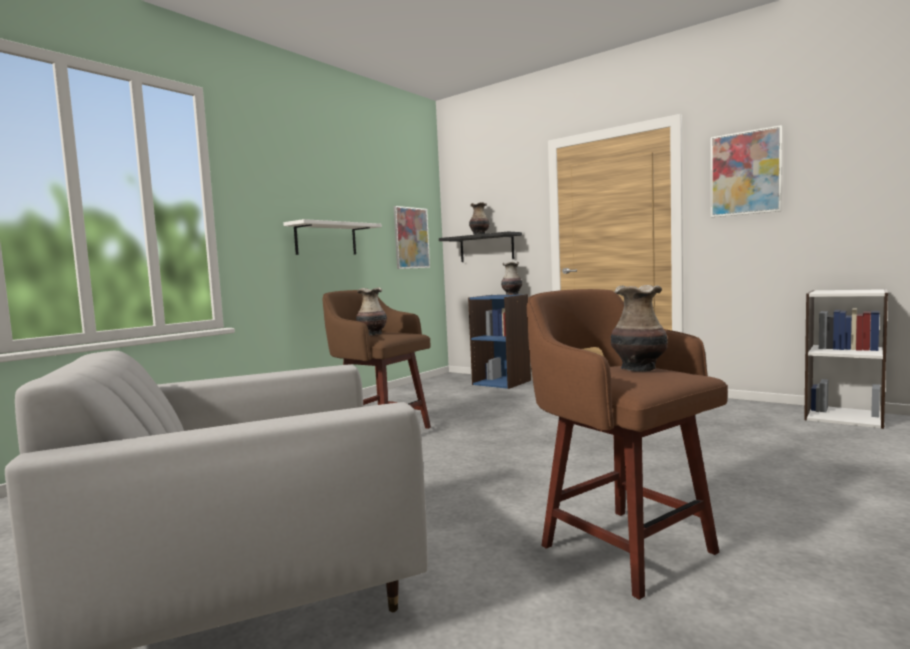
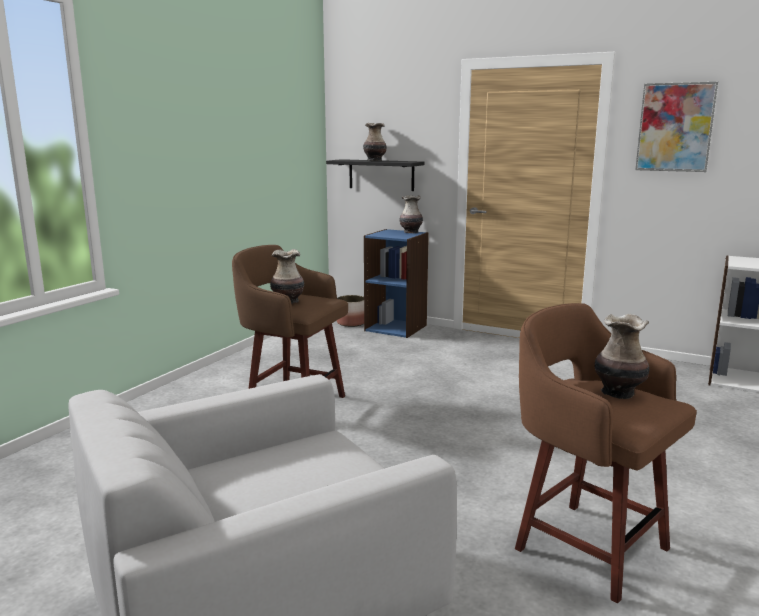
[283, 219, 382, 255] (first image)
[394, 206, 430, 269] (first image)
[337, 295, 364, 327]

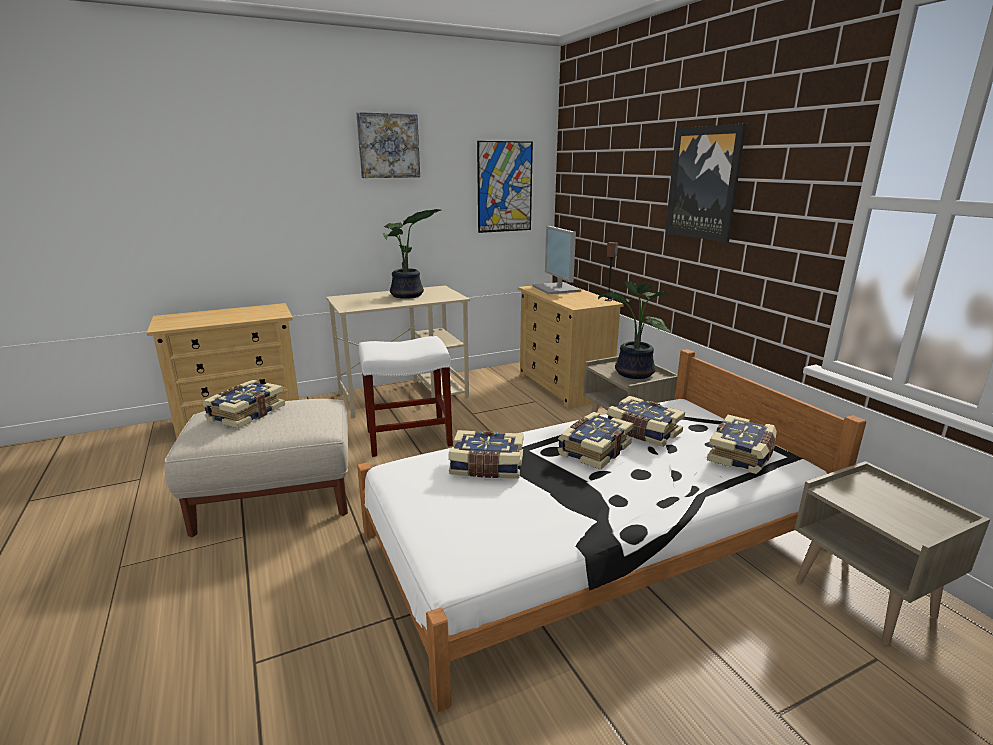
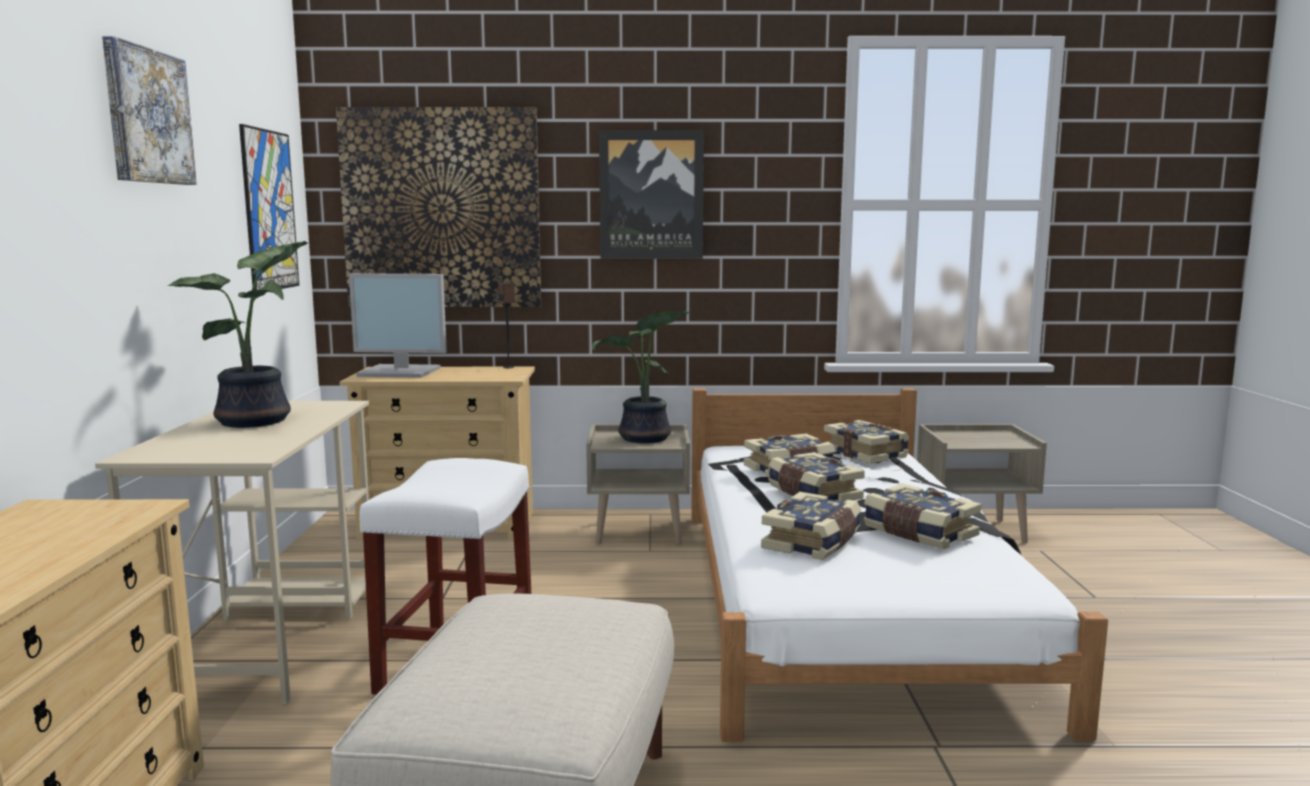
[863, 484, 981, 549]
[336, 107, 541, 307]

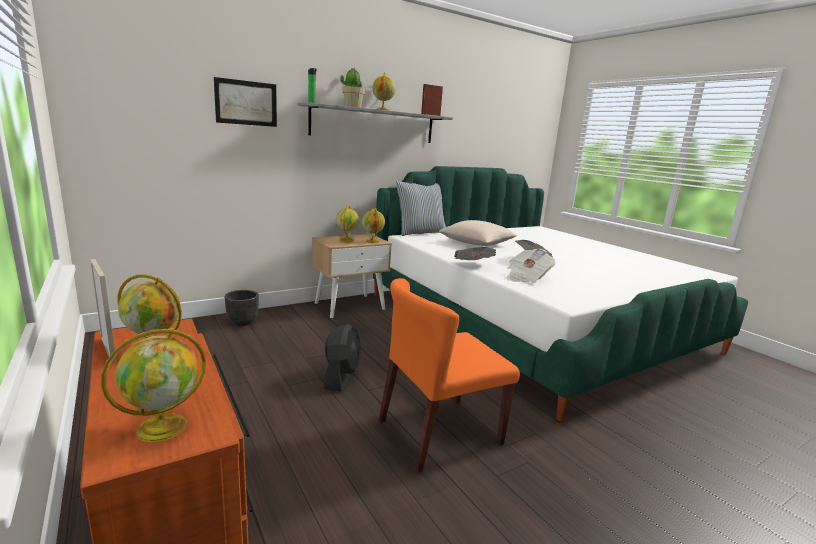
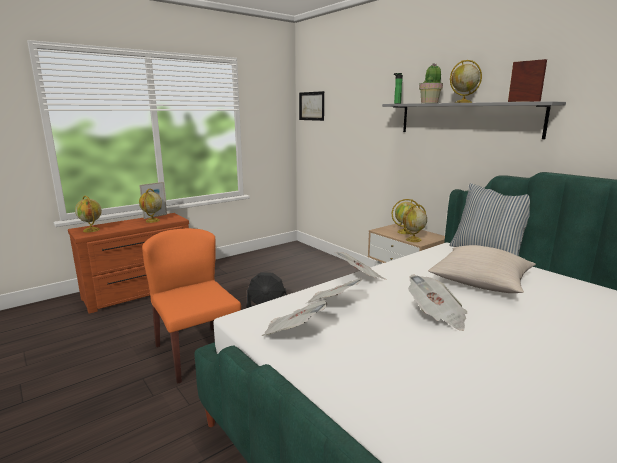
[299, 91, 324, 121]
[225, 290, 259, 326] (first image)
[262, 299, 327, 336]

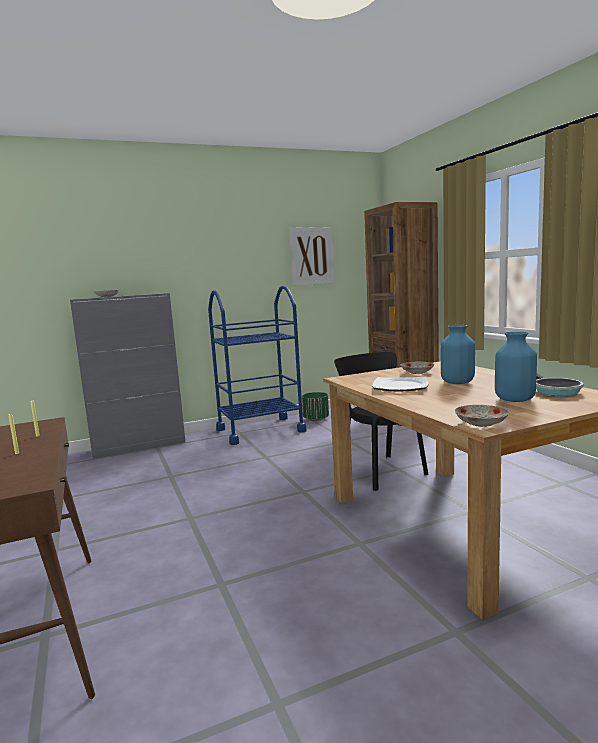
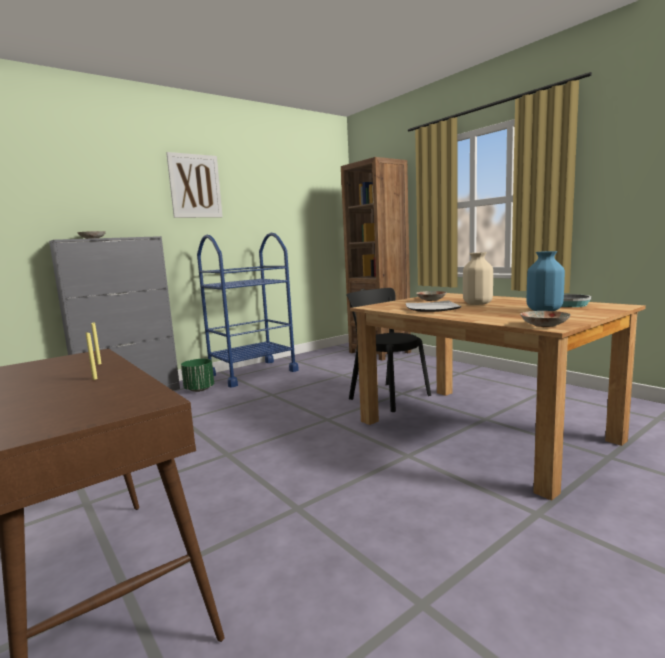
[166, 152, 223, 218]
[181, 359, 214, 392]
[463, 252, 493, 305]

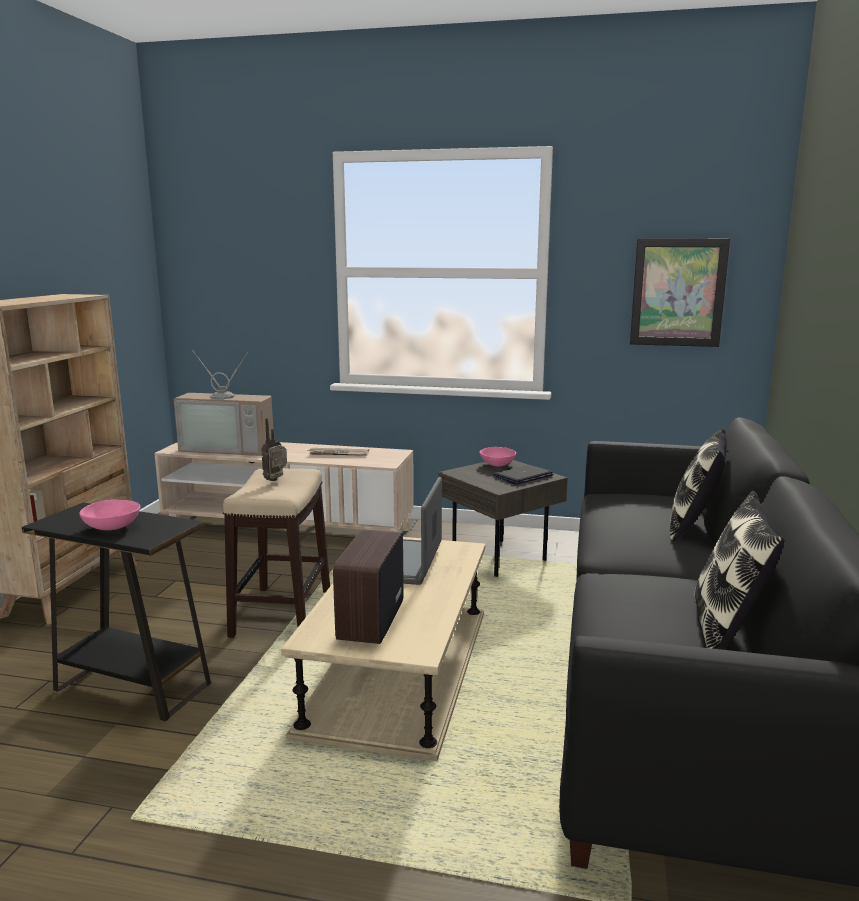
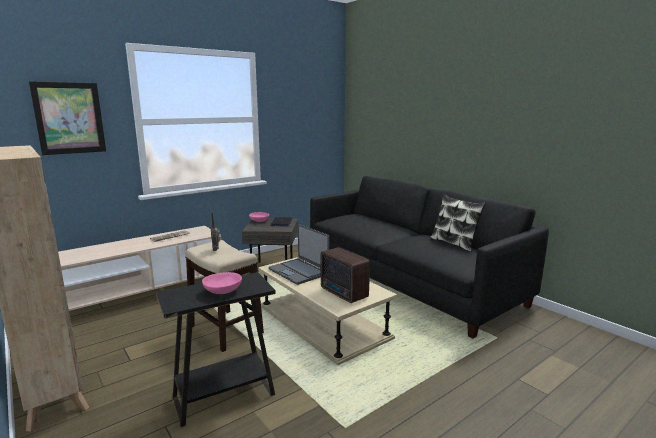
[174, 351, 273, 456] (first image)
[29, 81, 106, 155]
[670, 428, 726, 541] (first image)

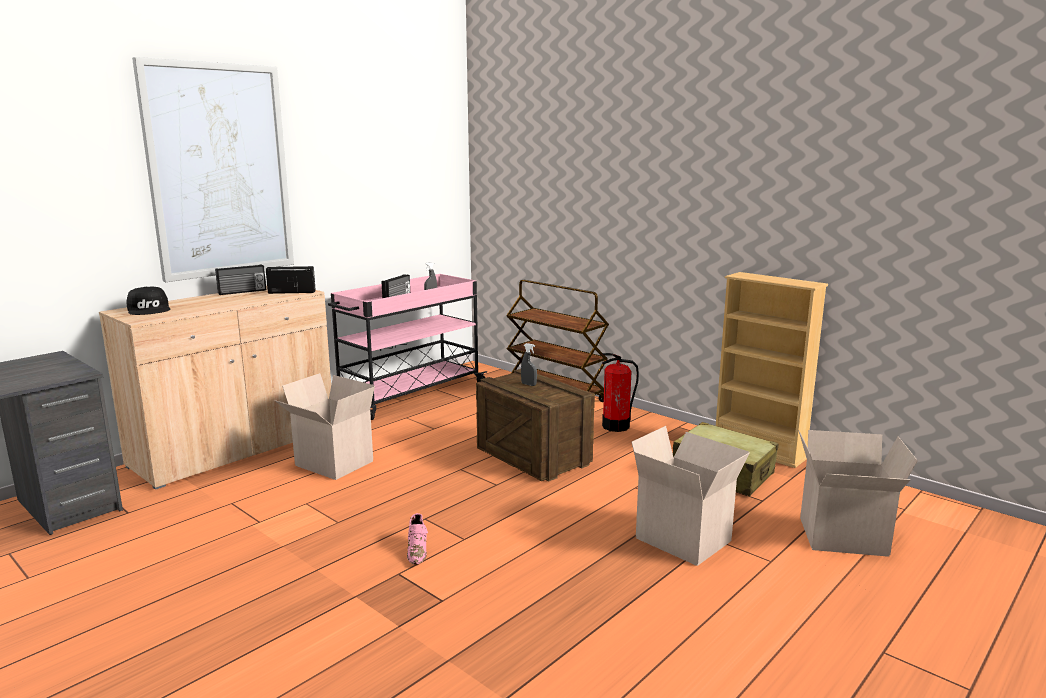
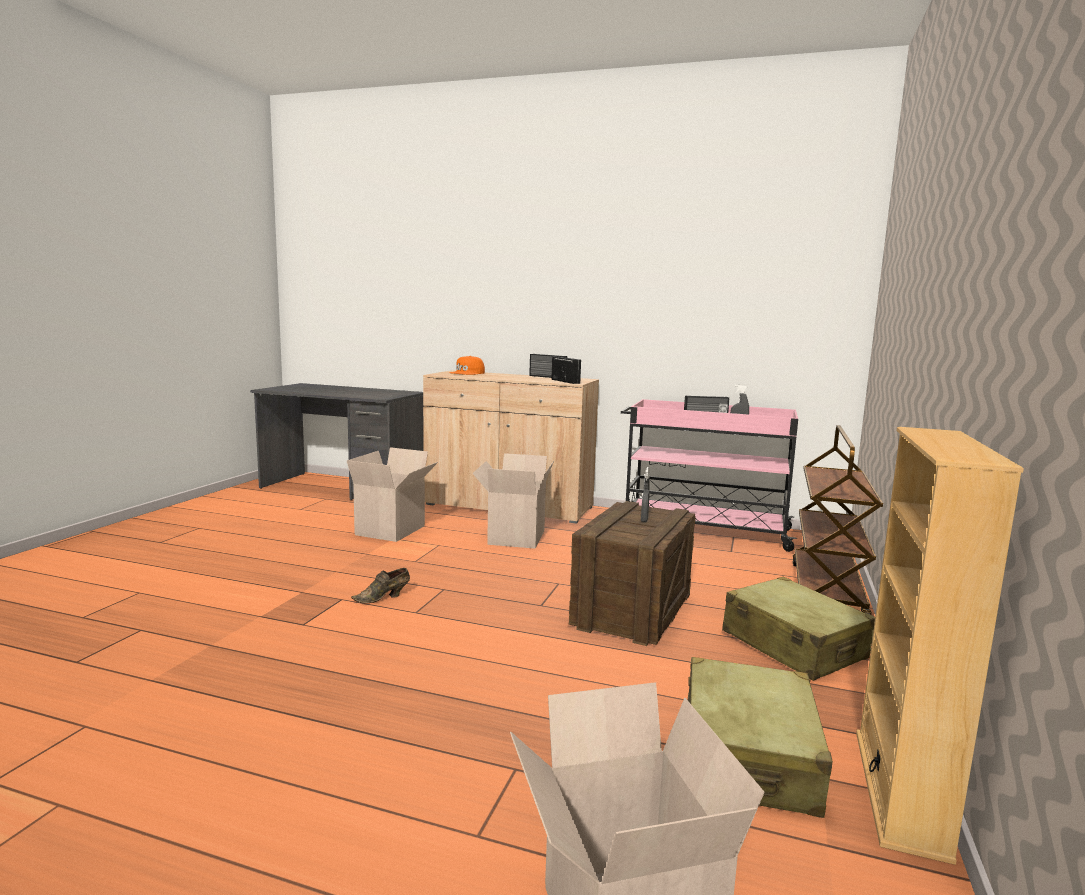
[449, 356, 485, 375]
[132, 57, 294, 282] (first image)
[351, 568, 410, 603]
[722, 576, 875, 681]
[347, 447, 438, 542]

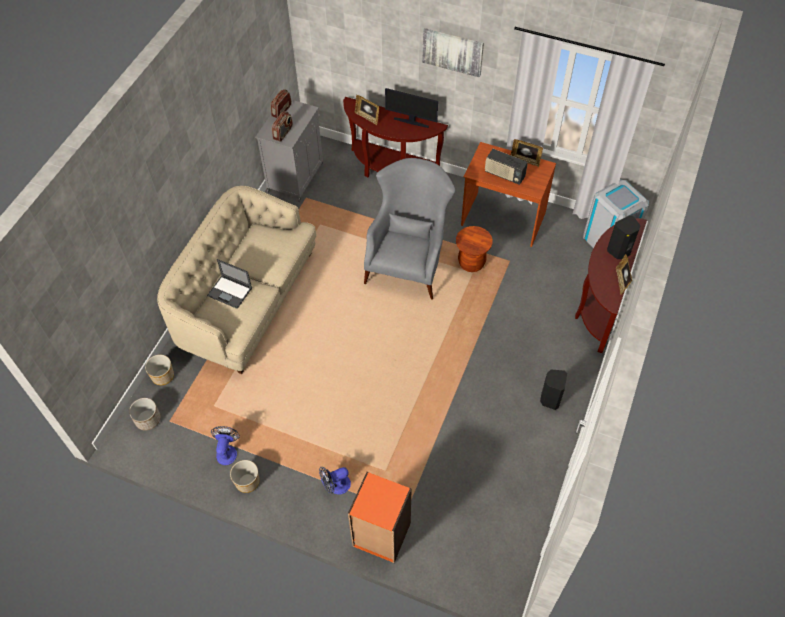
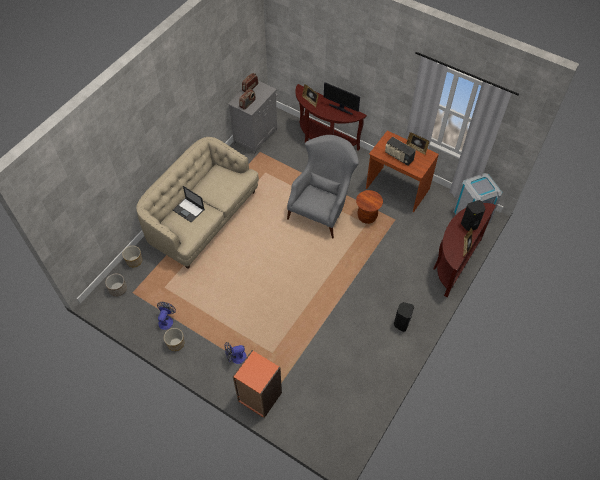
[422, 28, 484, 77] (first image)

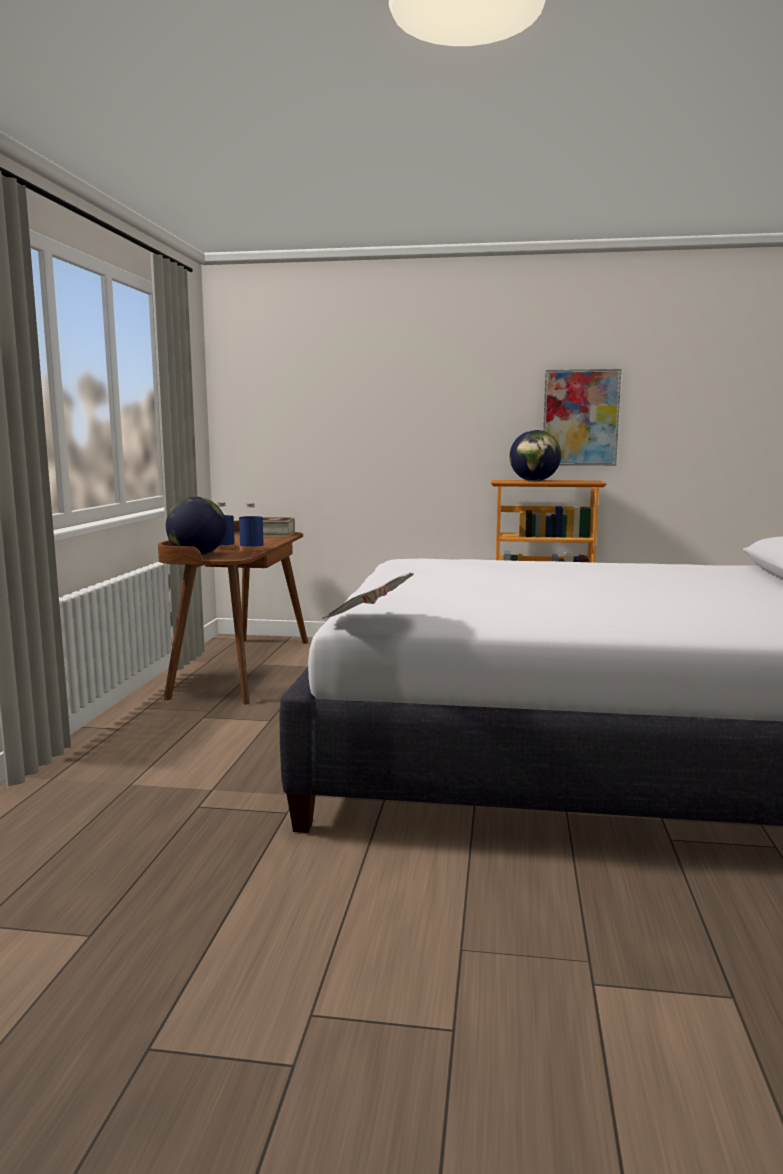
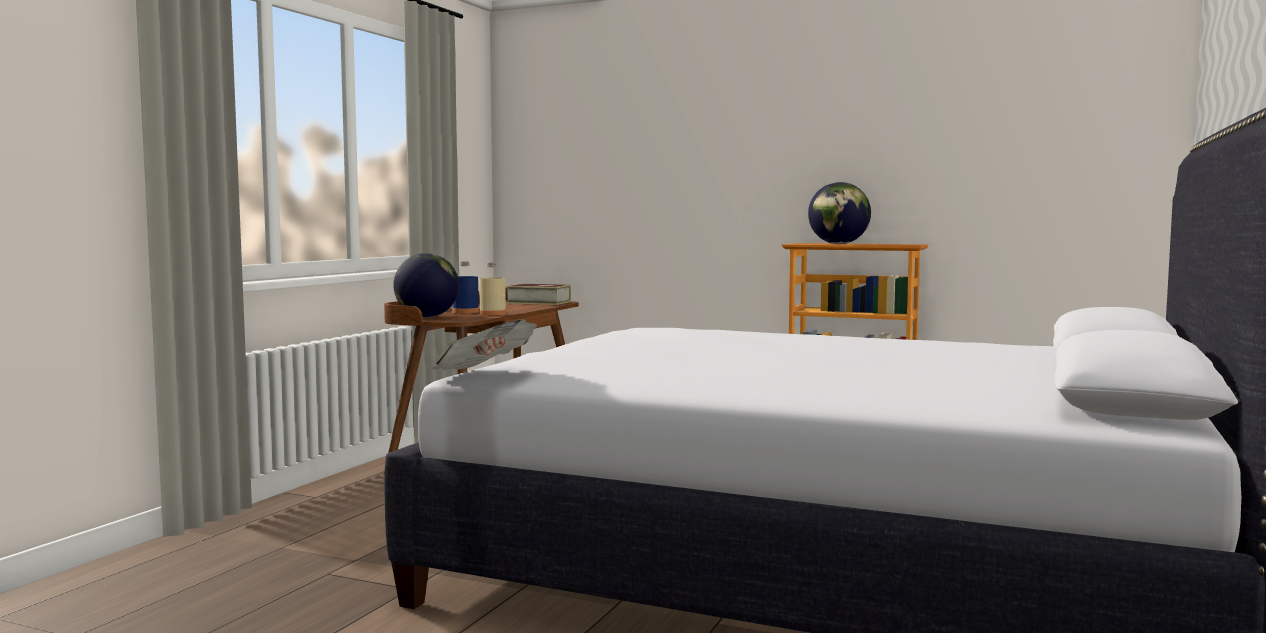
[479, 262, 506, 316]
[543, 369, 621, 466] (first image)

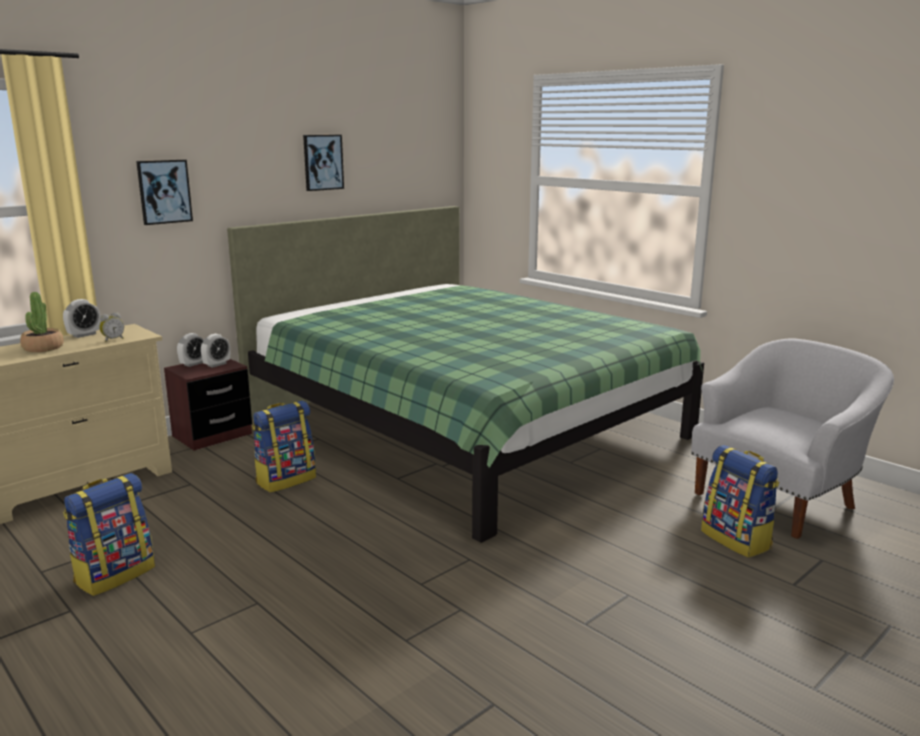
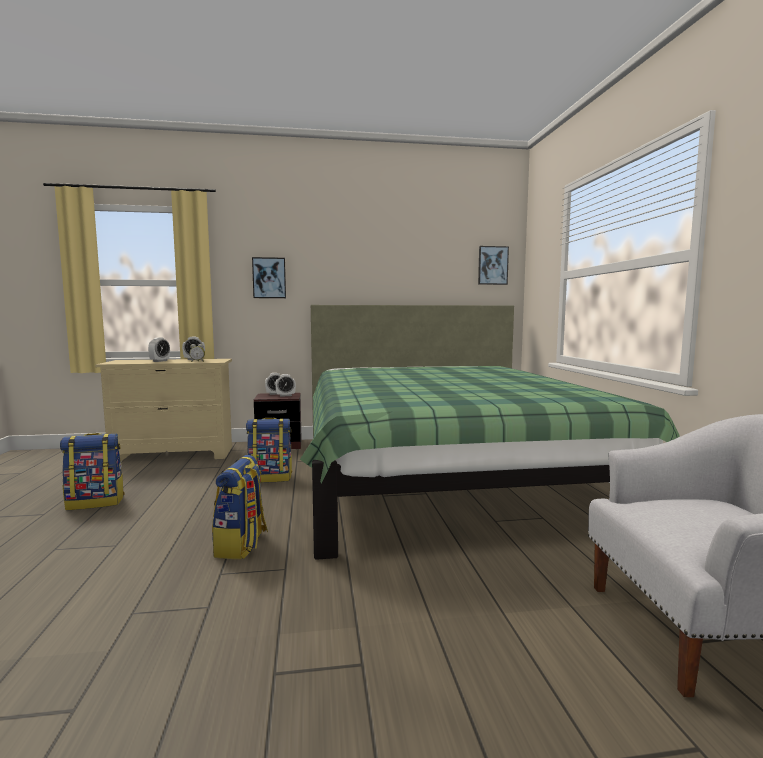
[148, 337, 170, 362]
[478, 246, 509, 285]
[212, 455, 268, 559]

